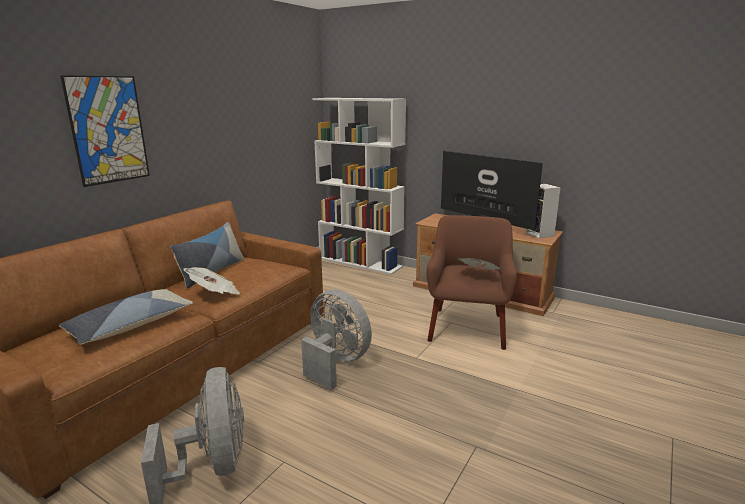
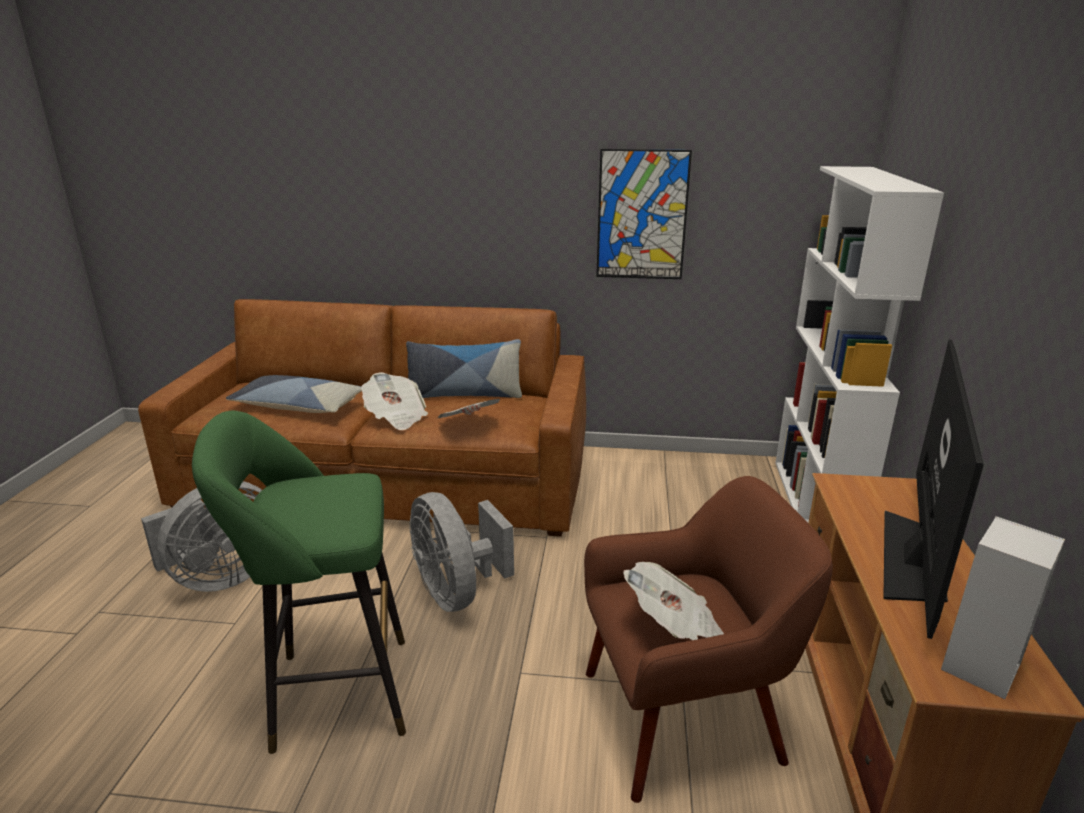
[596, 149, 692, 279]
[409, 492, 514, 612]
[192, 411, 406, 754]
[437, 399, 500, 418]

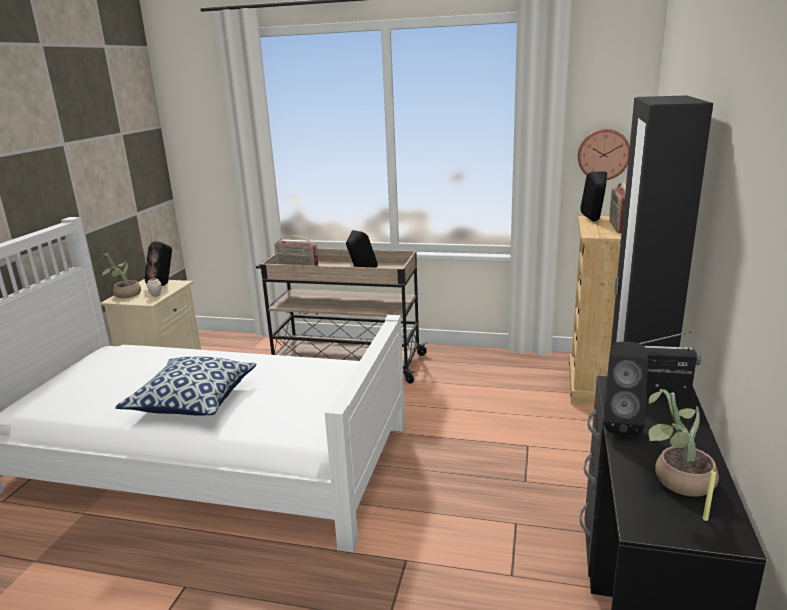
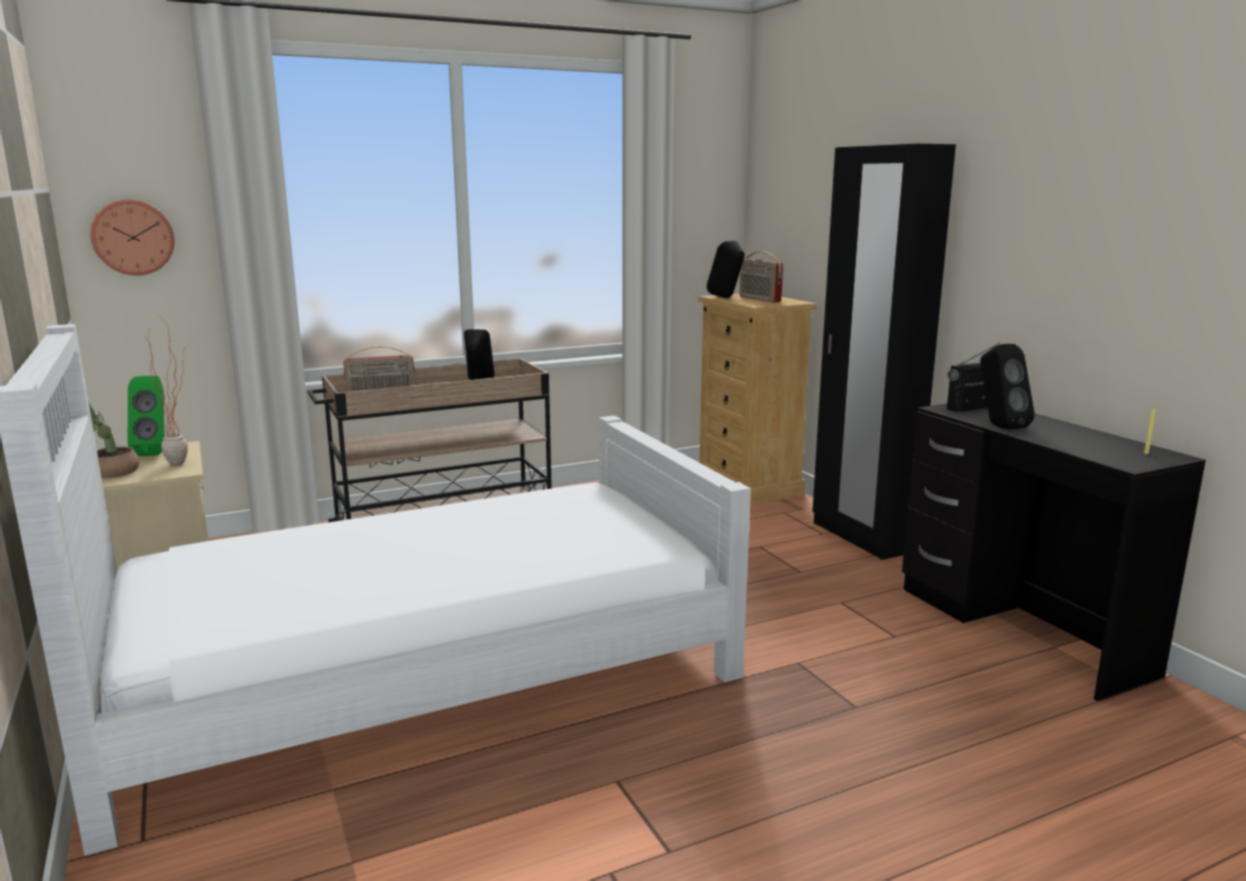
[115, 356, 257, 416] (first image)
[128, 376, 165, 456]
[91, 200, 174, 275]
[648, 389, 719, 497] (first image)

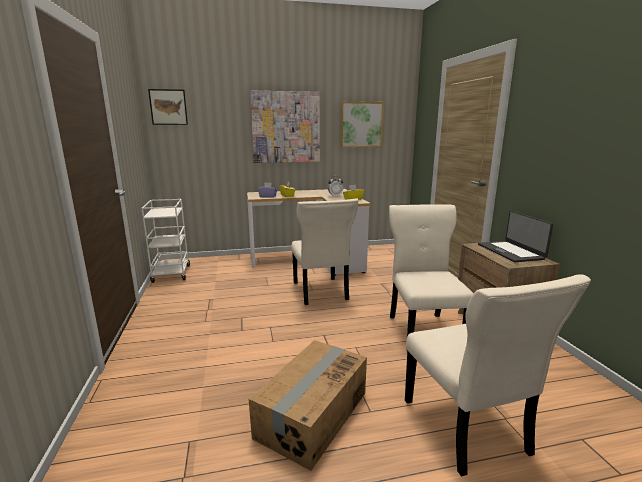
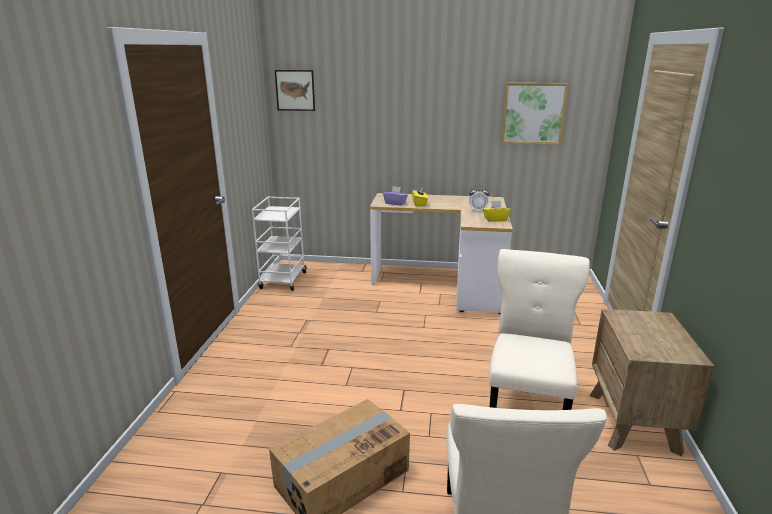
[250, 91, 320, 163] (first image)
[291, 199, 358, 305] (first image)
[478, 211, 553, 262] (first image)

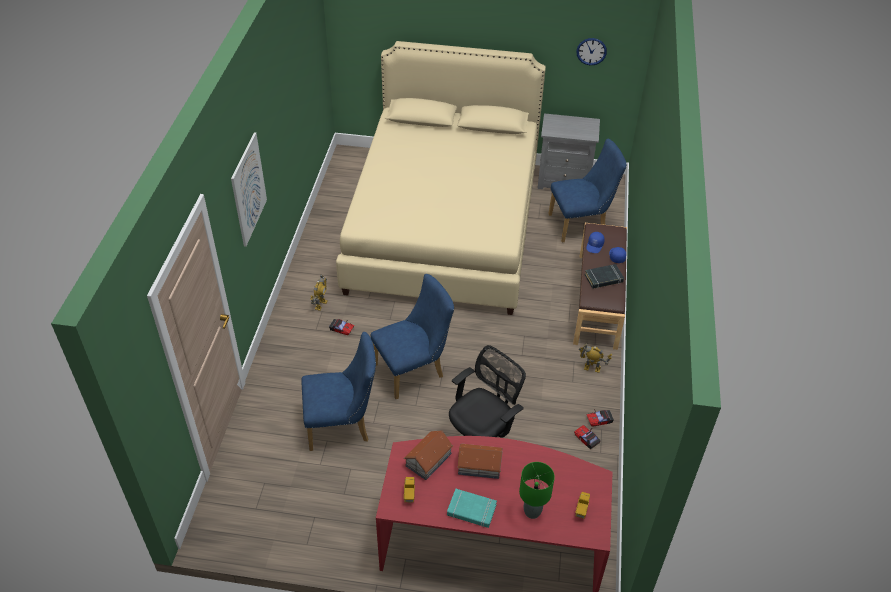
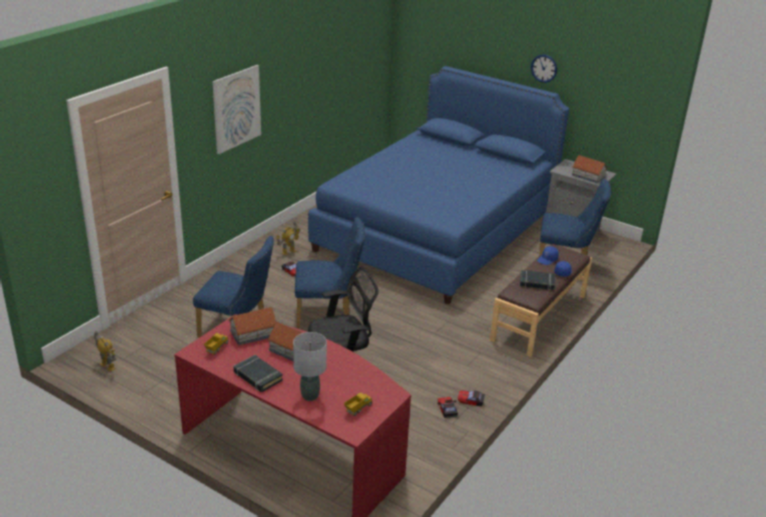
[308, 66, 569, 305]
[234, 355, 283, 392]
[293, 332, 327, 401]
[531, 55, 557, 83]
[94, 331, 116, 371]
[572, 155, 608, 183]

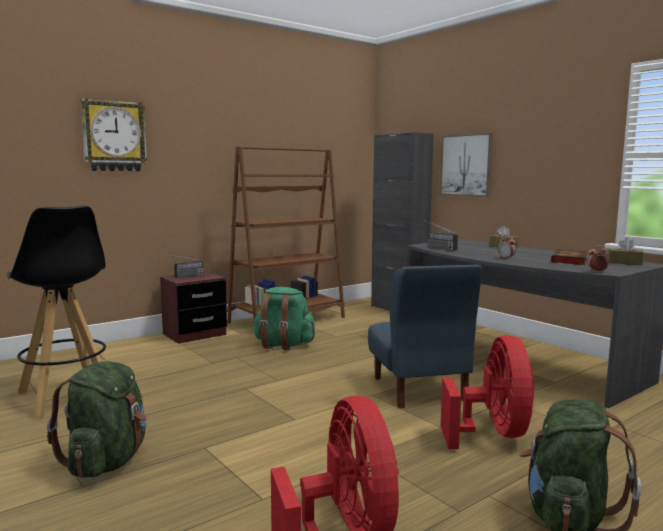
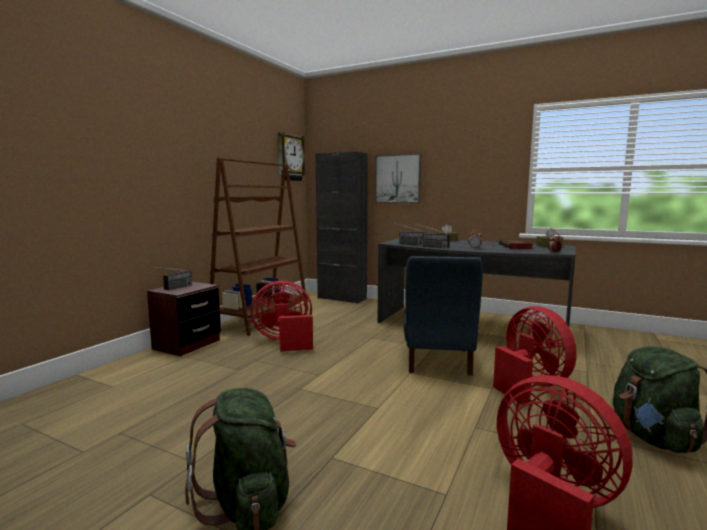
[7, 205, 106, 420] (first image)
[278, 132, 306, 181]
[251, 281, 313, 351]
[404, 256, 483, 376]
[417, 224, 450, 248]

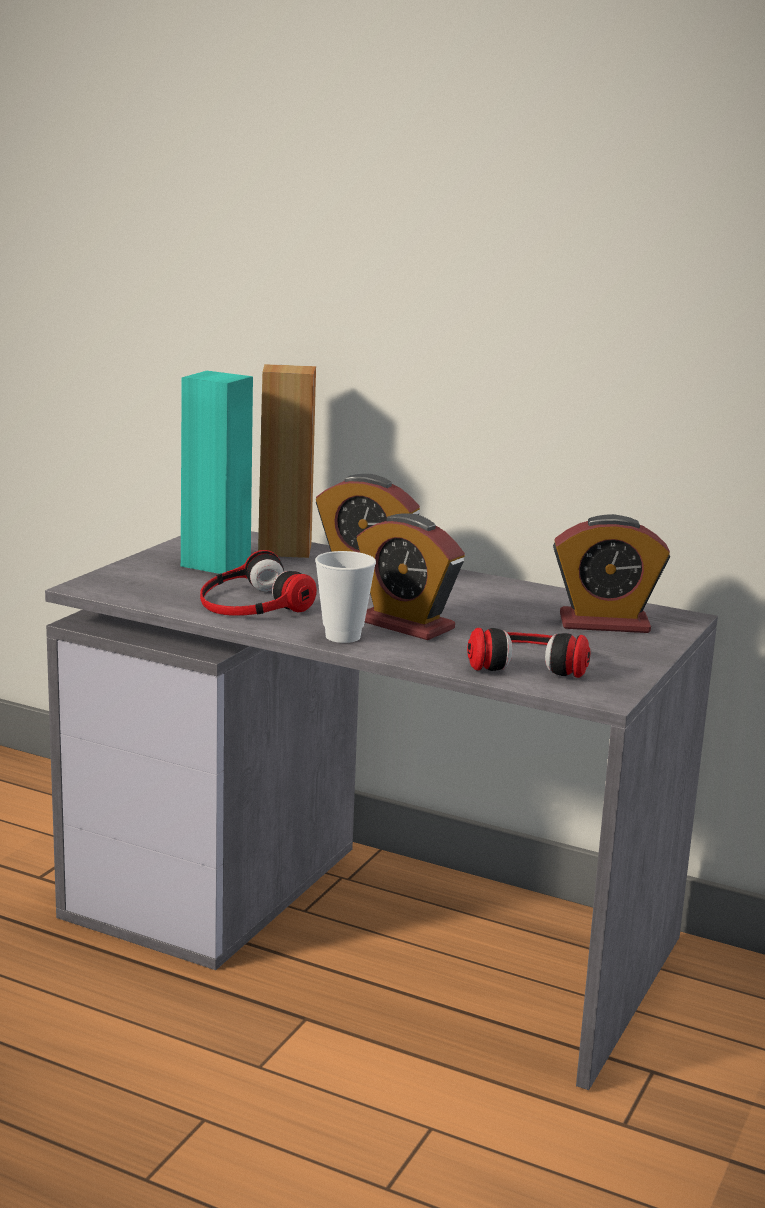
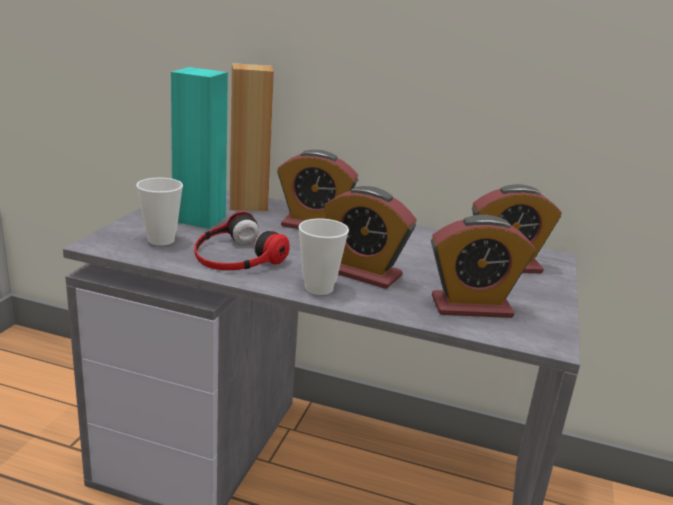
[431, 215, 536, 318]
[136, 178, 183, 246]

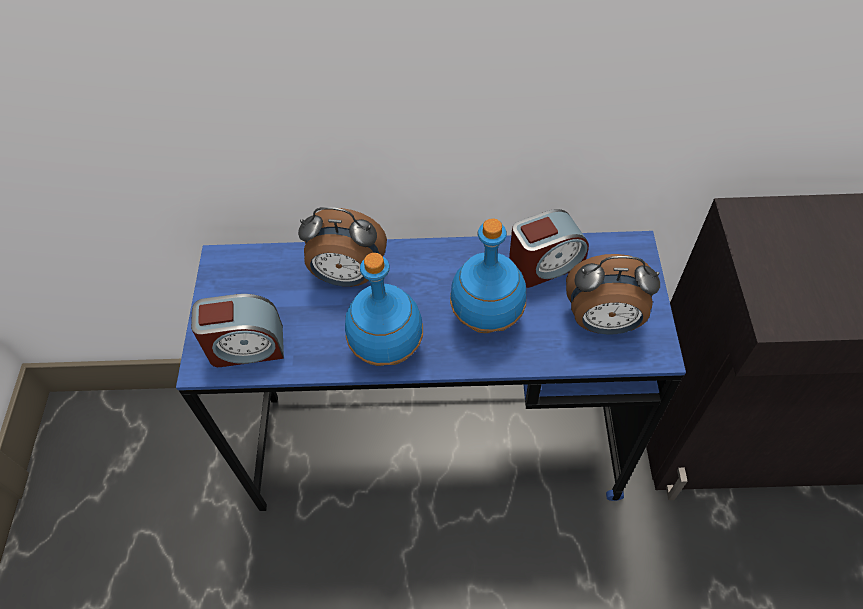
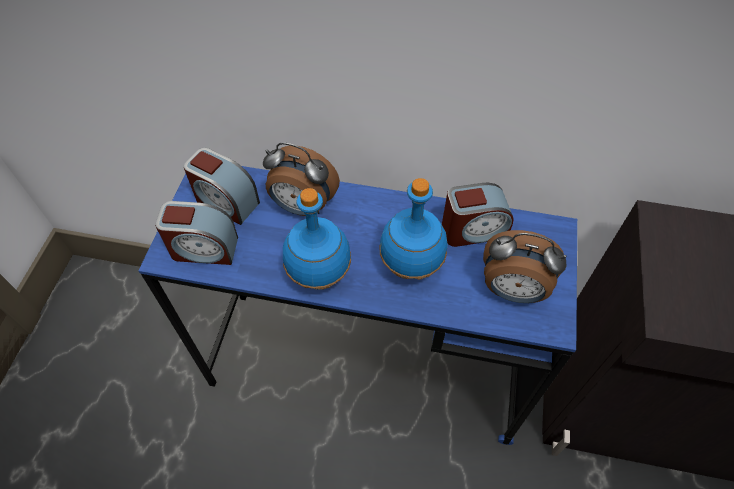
[184, 148, 260, 225]

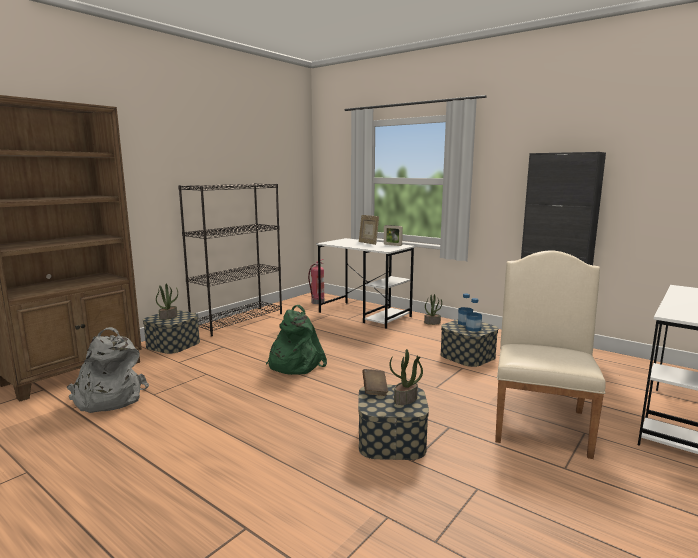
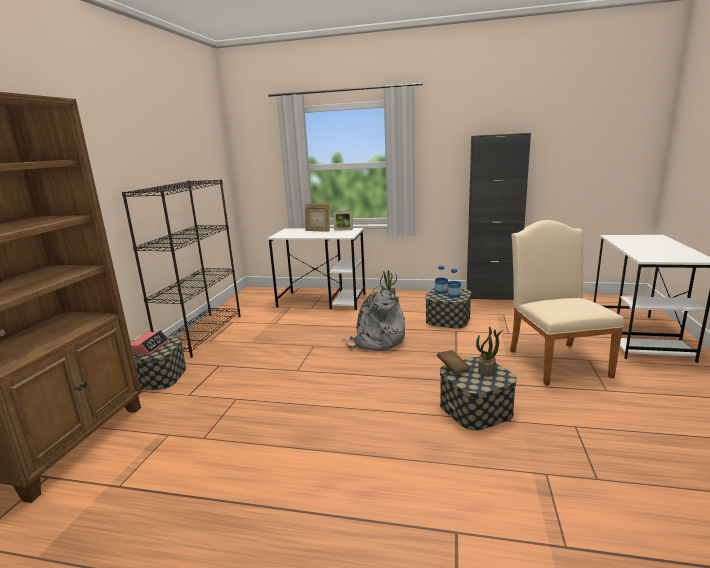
[342, 284, 405, 351]
[130, 330, 169, 356]
[266, 305, 327, 375] (first image)
[308, 259, 325, 304] (first image)

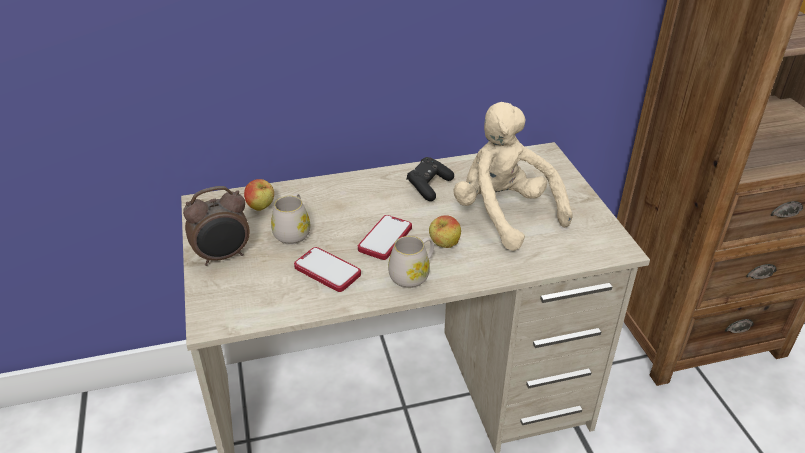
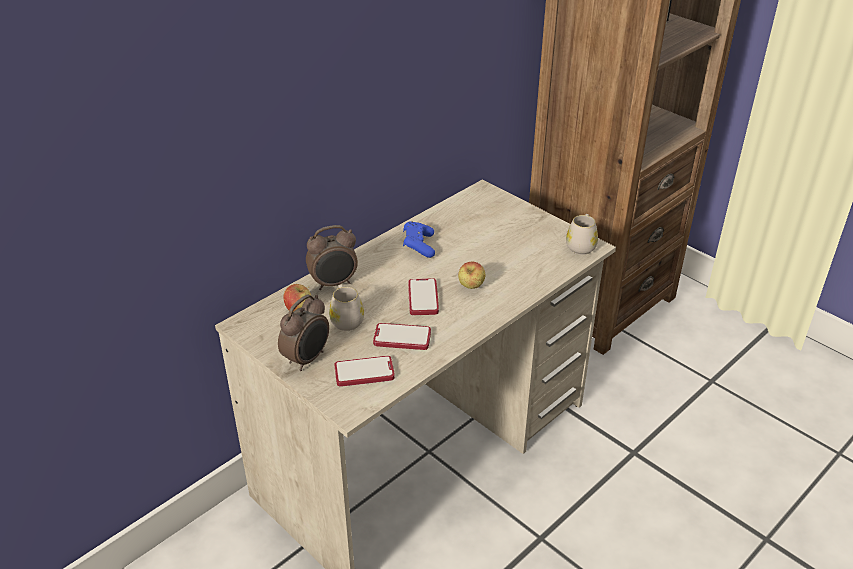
[566, 214, 598, 255]
[403, 221, 435, 258]
[454, 102, 573, 251] (first image)
[306, 225, 358, 290]
[334, 356, 395, 387]

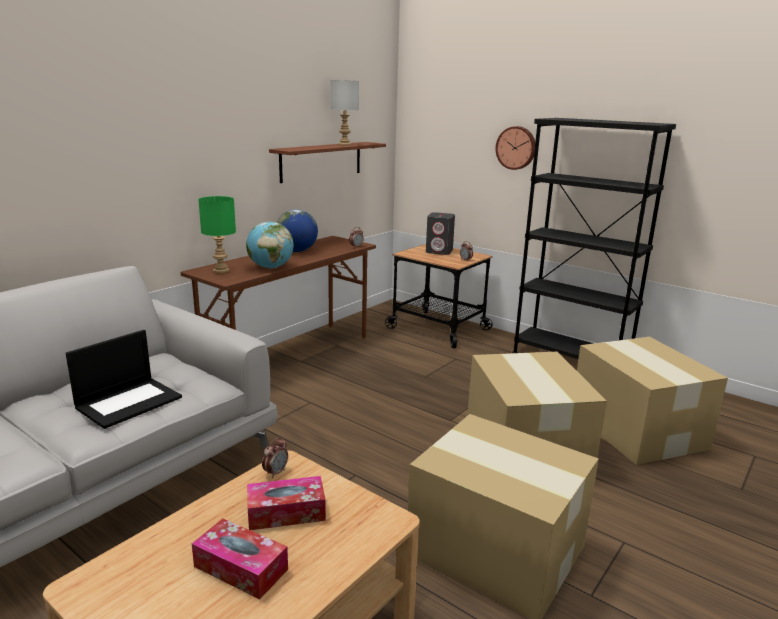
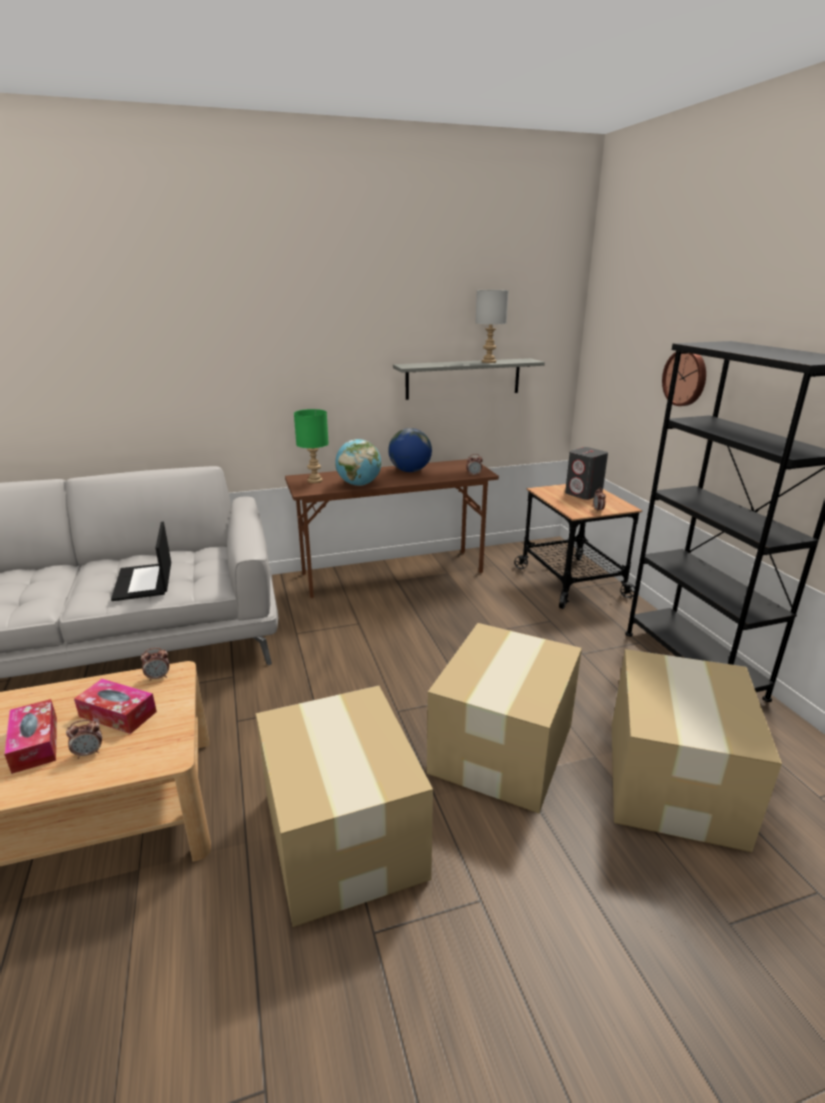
[111, 522, 171, 601]
[393, 358, 545, 400]
[66, 720, 102, 759]

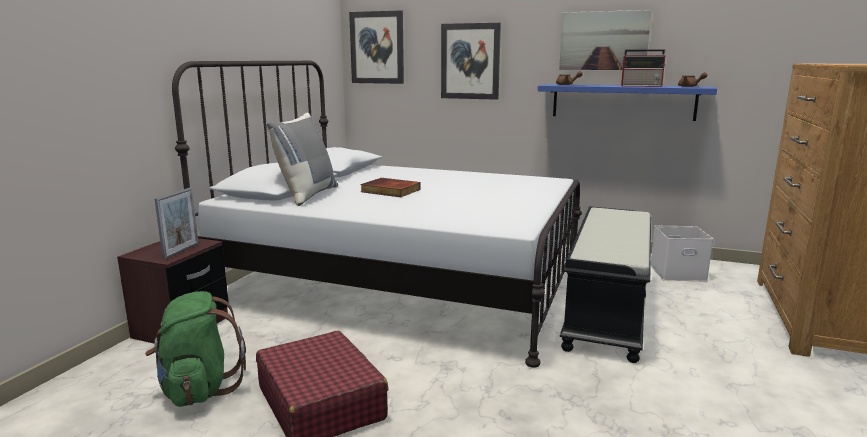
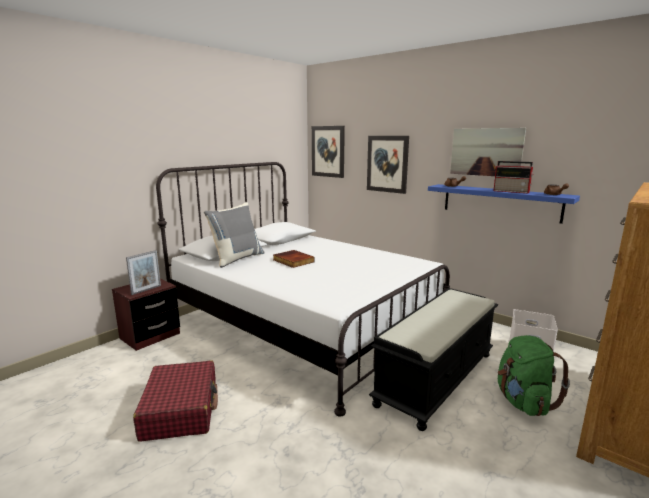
[498, 335, 570, 416]

